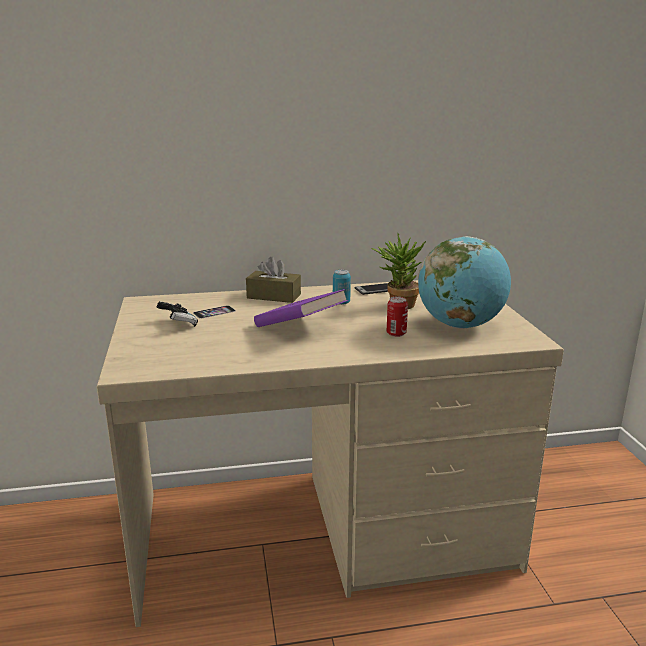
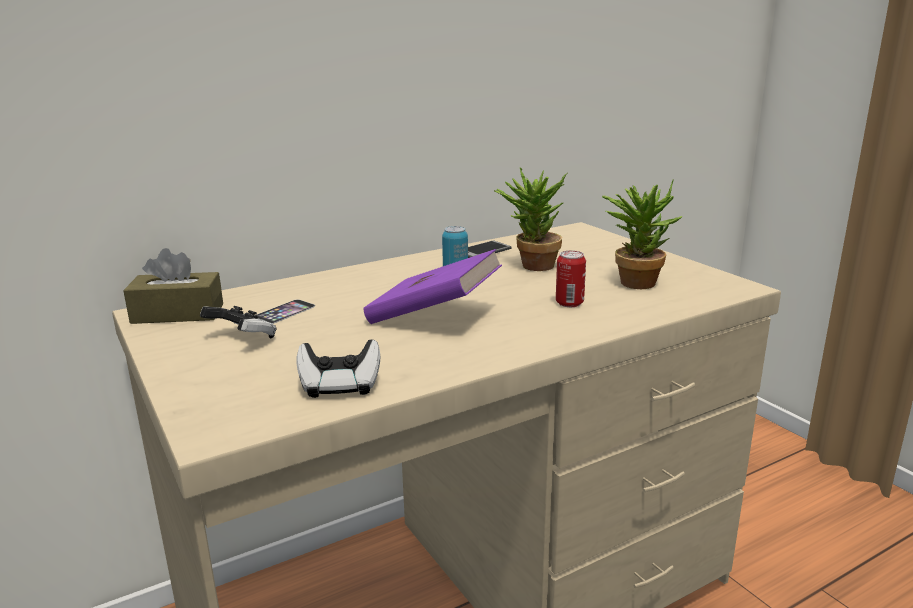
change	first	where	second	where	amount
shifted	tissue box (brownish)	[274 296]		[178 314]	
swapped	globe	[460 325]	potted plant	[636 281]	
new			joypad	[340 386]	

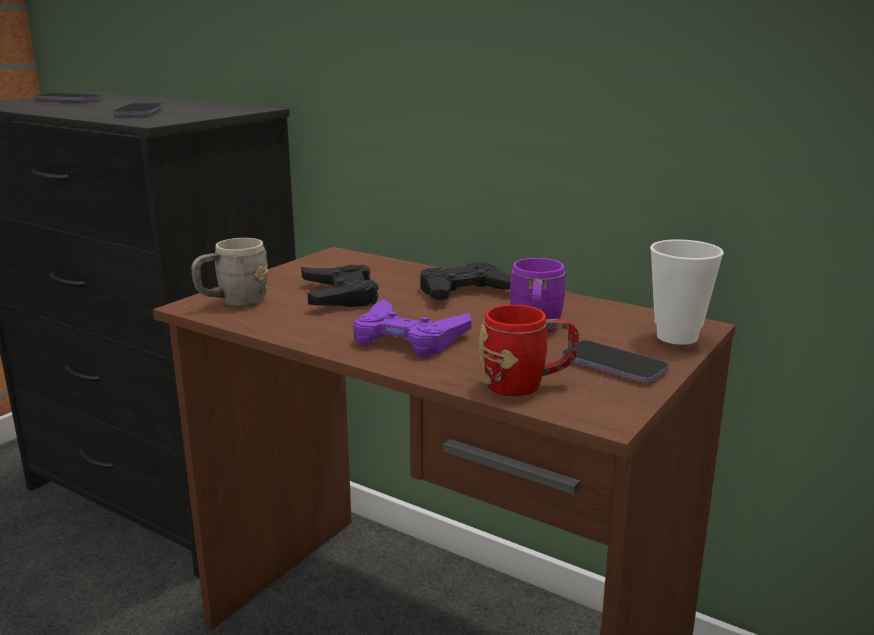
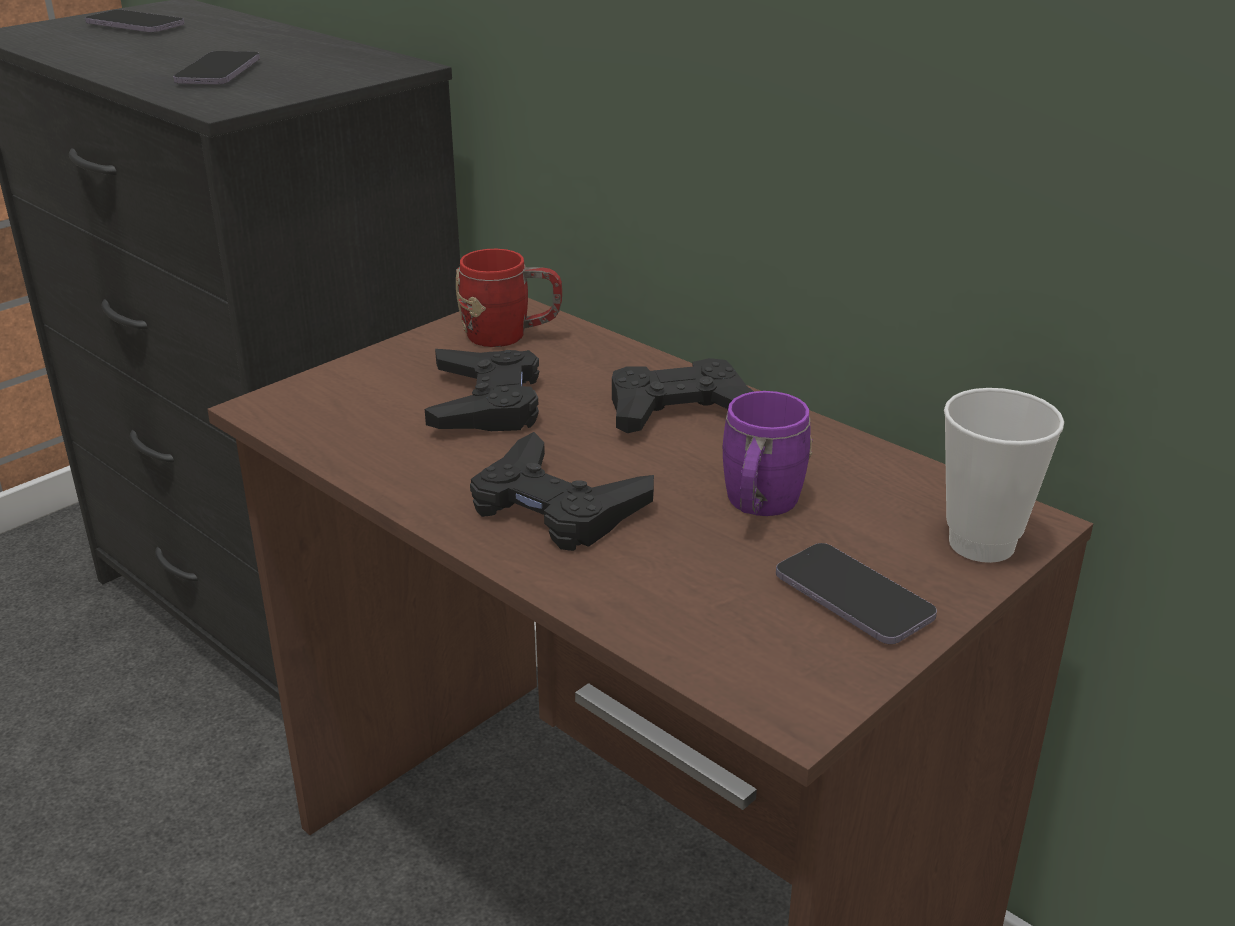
change	first	where	second	where	amount
gone	tea mug (gray)	[233 302]			
repainted	joypad (purplish)	[408 338]	joypad (black)	[556 507]	
shifted	tea mug (red-coloured)	[526 385]		[510 336]	

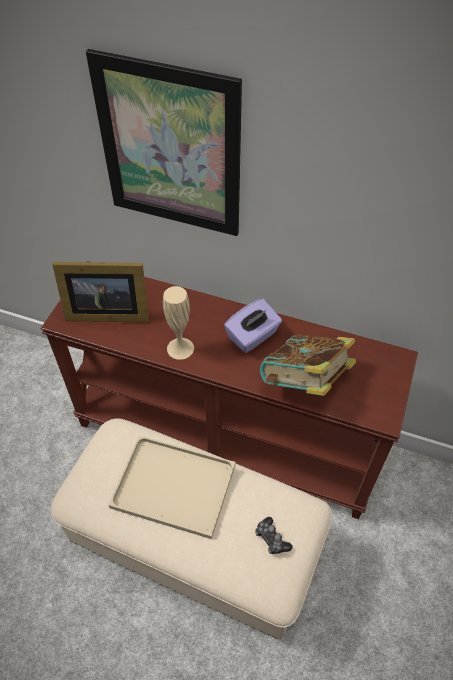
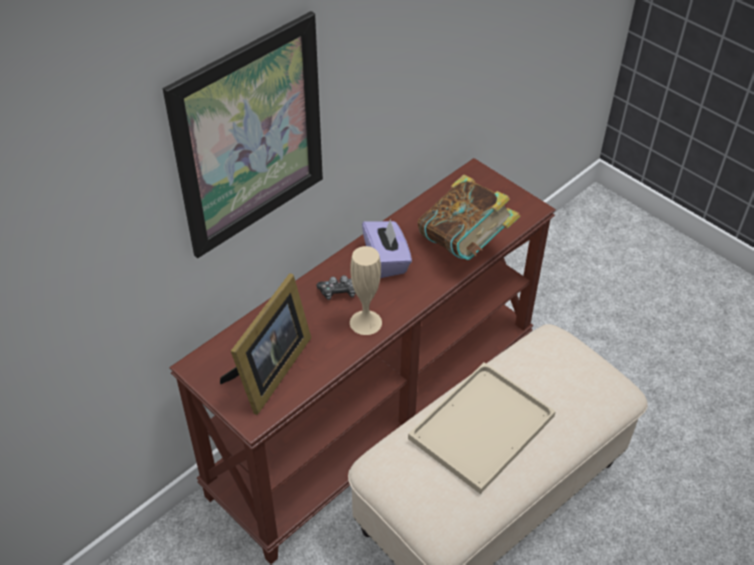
change	first	where	second	where	amount
shifted	joypad	[271 539]		[339 292]	

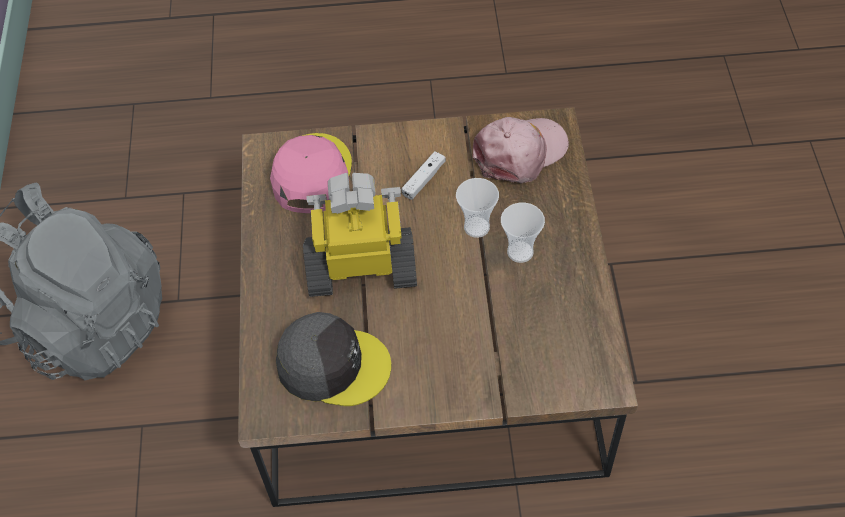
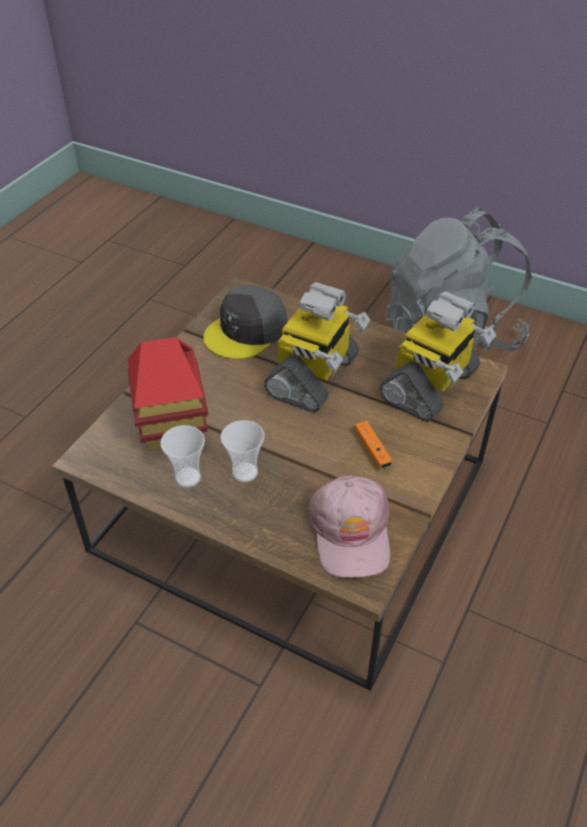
change	first	where	second	where	amount
swapped	peaked cap (pink-coloured)	[311 175]	robot figure	[431 386]	
repainted	joypad (white)	[424 179]	joypad (orangey)	[372 450]	
shifted	cup	[476 227]		[187 477]	
new			toy house	[172 426]	

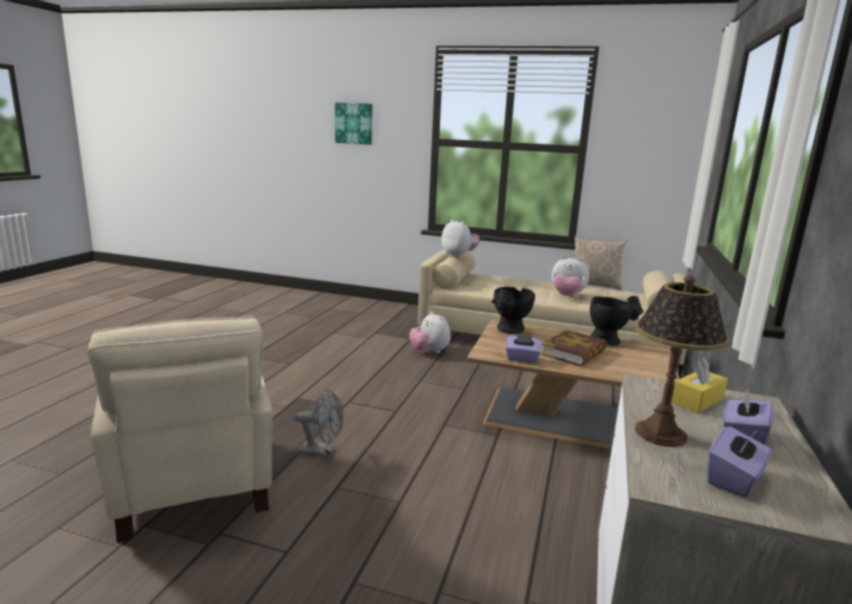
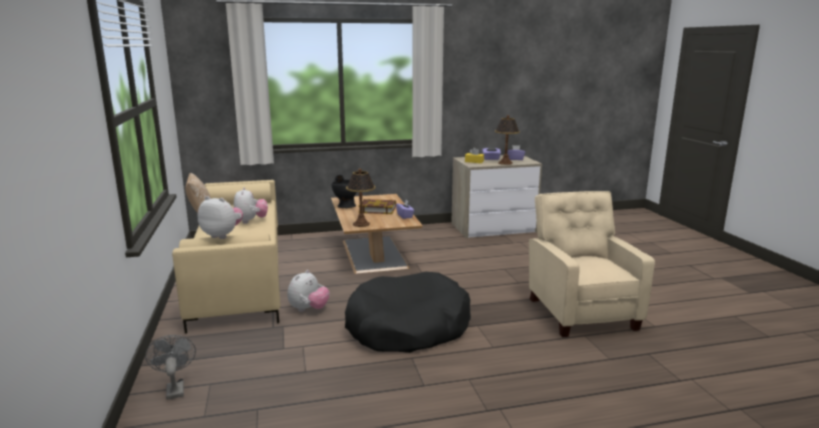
change	first	where	second	where	amount
rotated	easy chair (sand-coloured)	[192 486]		[580 312]	45 degrees counterclockwise
shifted	electric fan (gray)	[322 452]		[174 388]	
gone	wall picture	[354 123]			
rotated	cuddly toy	[459 256]		[222 235]	90 degrees clockwise
swapped	decorative vase (black)	[509 331]	tabletop lamp	[361 224]	
new			dog bed (black)	[407 327]	

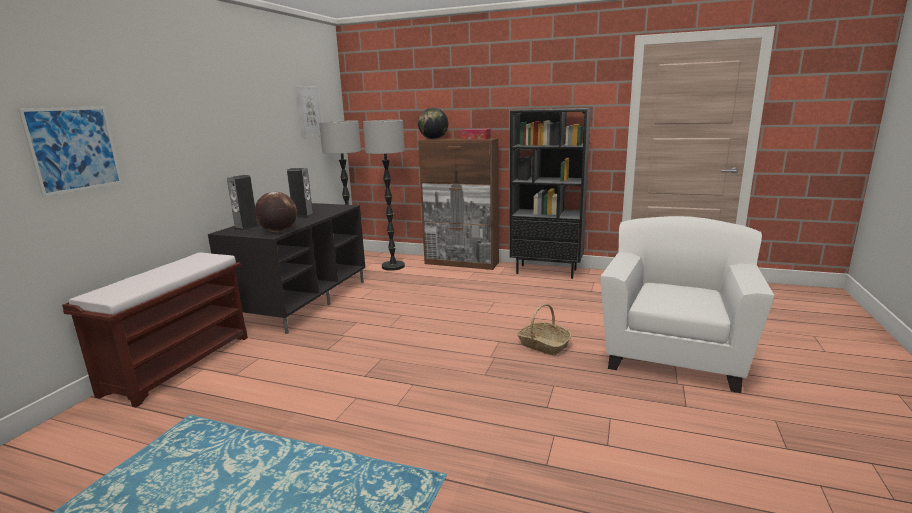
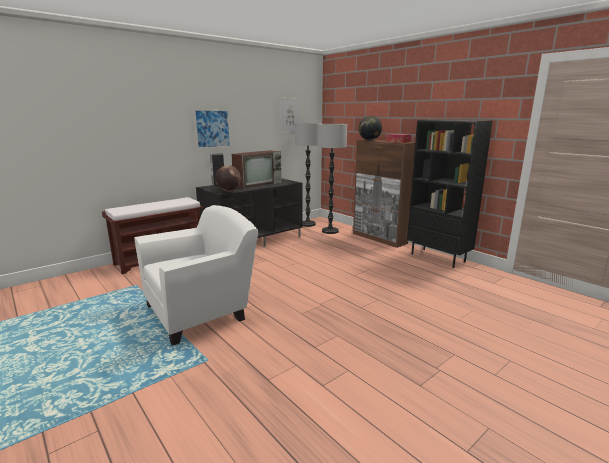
change	first	where	second	where	amount
shifted	wall picture	[74 149]		[212 128]	
swapped	loudspeaker	[303 216]	TV	[258 184]	
gone	basket	[543 345]			
shifted	easy chair (white)	[673 354]		[201 311]	

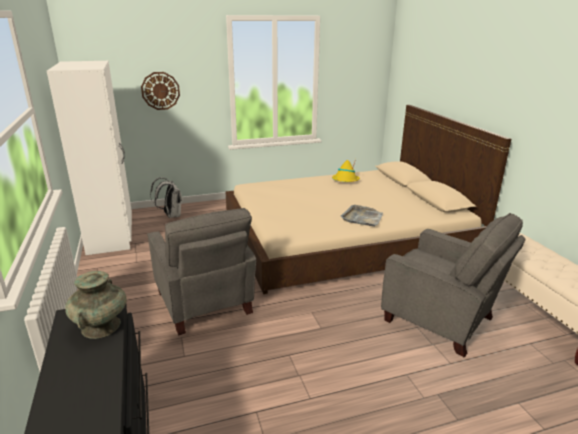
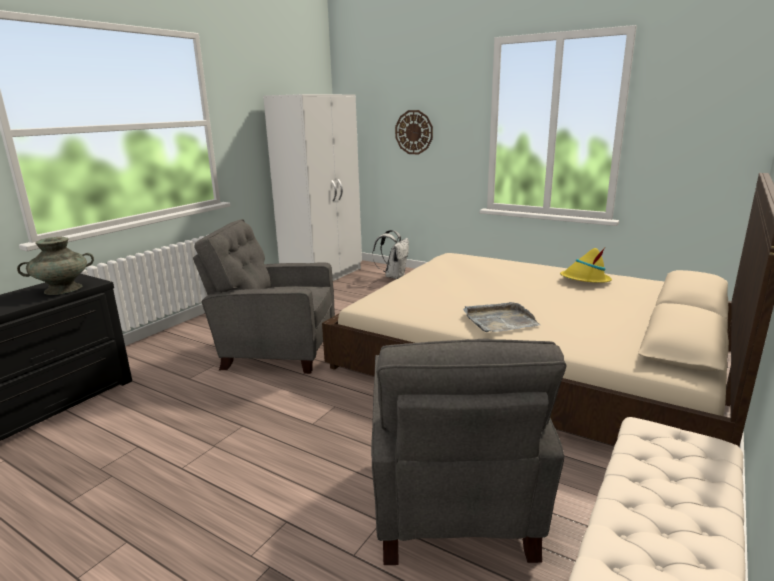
change	first	where	second	where	amount
rotated	easy chair (gray)	[204 303]		[275 351]	75 degrees clockwise

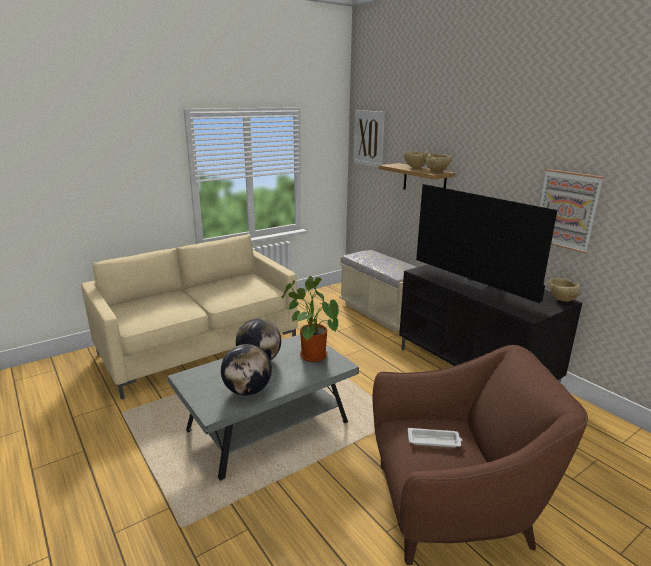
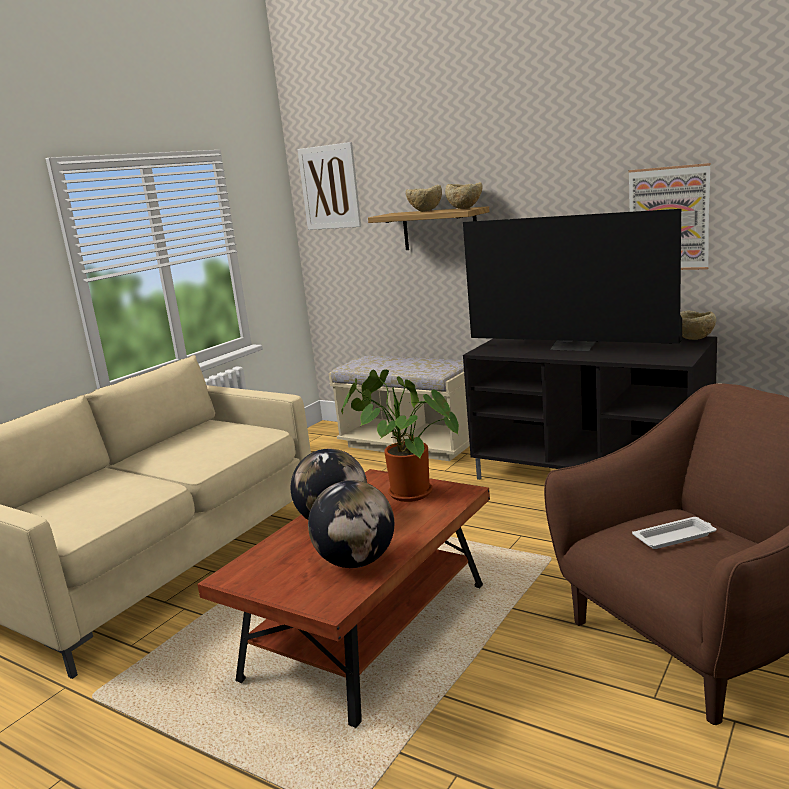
change	first	where	second	where	amount
repainted	coffee table (gray)	[268 428]	coffee table (brownish)	[369 633]	

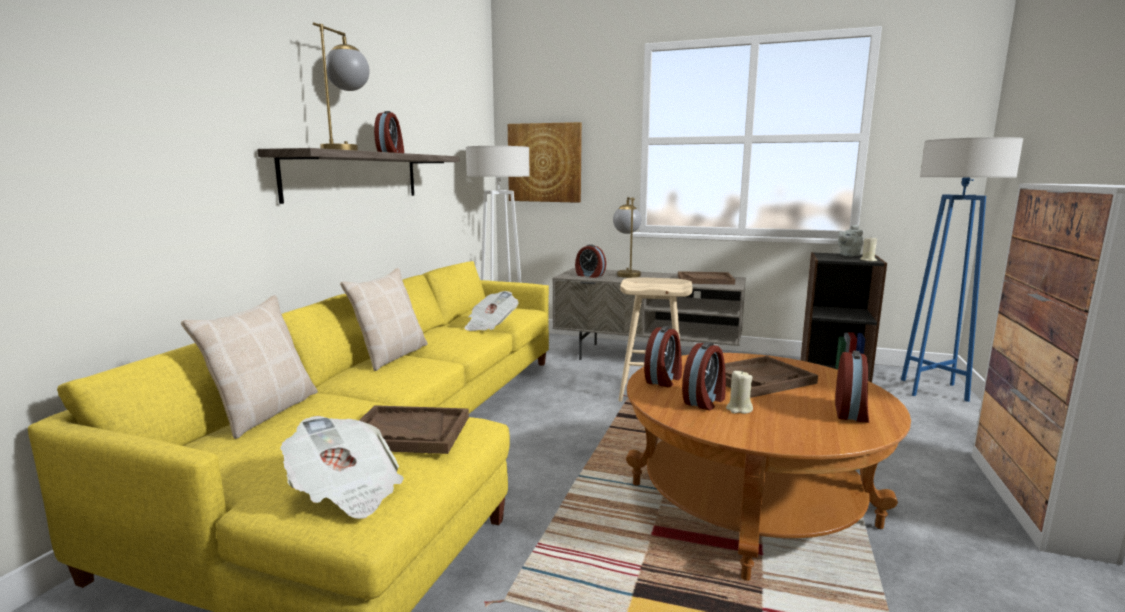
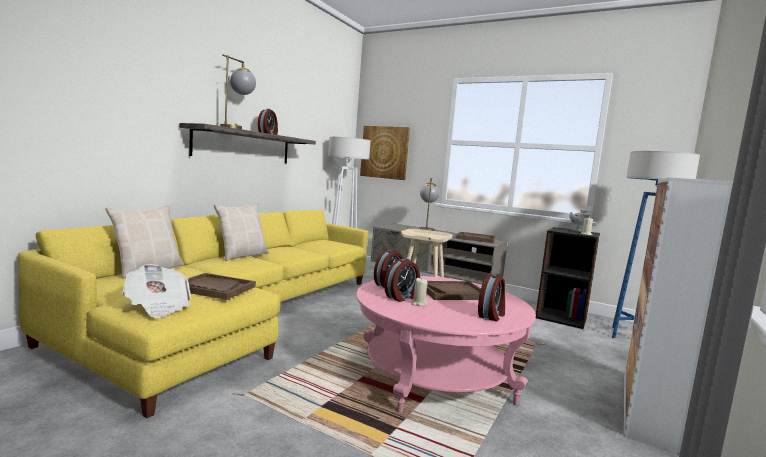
change	first	where	second	where	amount
gone	printed paper	[490 325]			
gone	table clock	[589 275]			
repainted	coffee table (brownish)	[749 504]	coffee table (pink-coloured)	[435 376]	

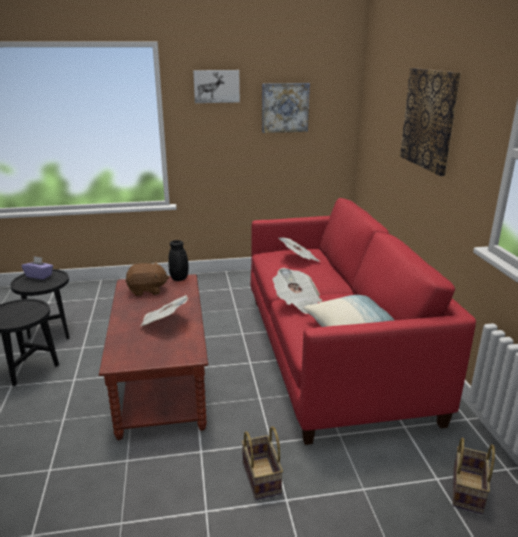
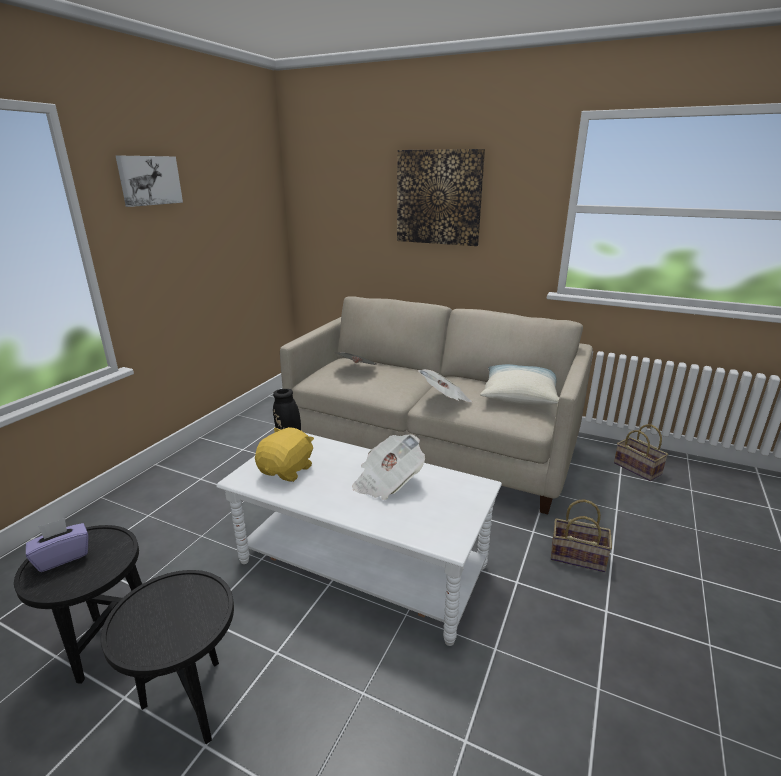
change	first	where	second	where	amount
repainted	coffee table (brownish)	[161 378]	coffee table (white)	[362 565]	
repainted	cuddly toy (brownish)	[147 290]	cuddly toy (yellow-coloured)	[287 470]	
repainted	couch (red-coloured)	[333 353]	couch (sand-coloured)	[432 446]	
gone	wall picture	[285 107]			

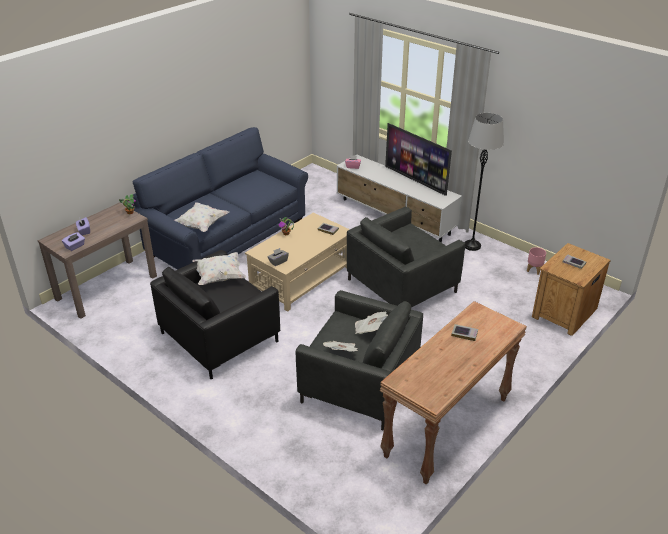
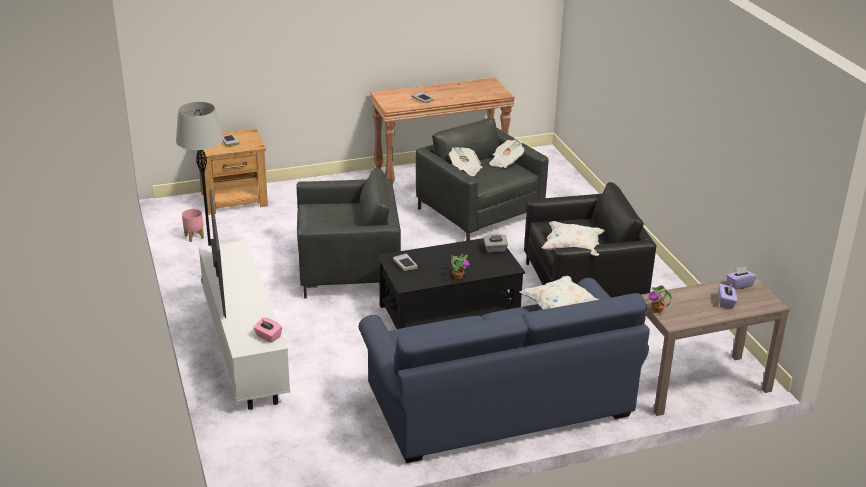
change	first	where	second	where	amount
repainted	coffee table (sand-coloured)	[302 278]	coffee table (black)	[448 313]	

